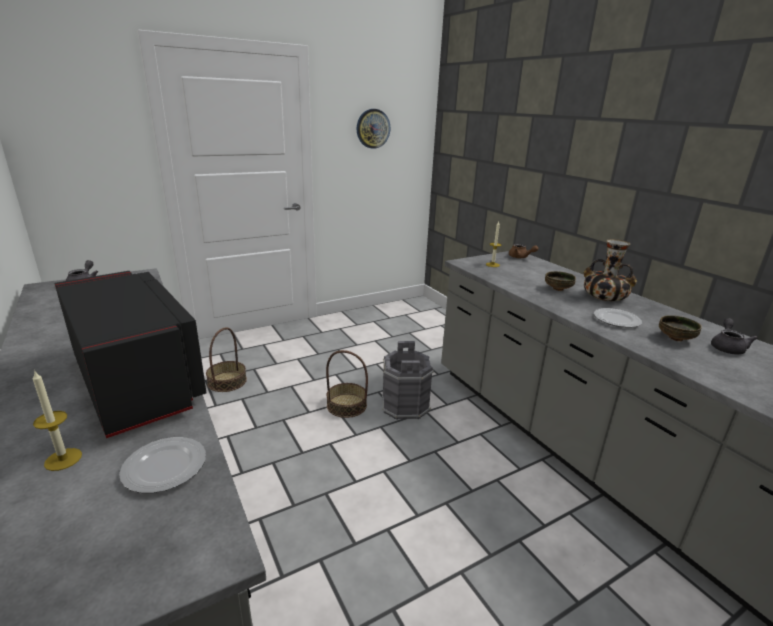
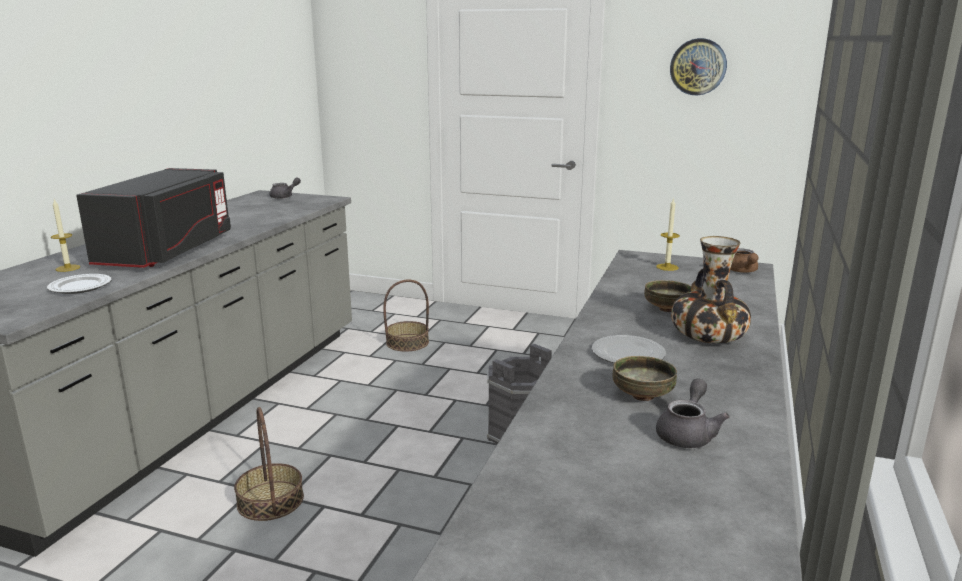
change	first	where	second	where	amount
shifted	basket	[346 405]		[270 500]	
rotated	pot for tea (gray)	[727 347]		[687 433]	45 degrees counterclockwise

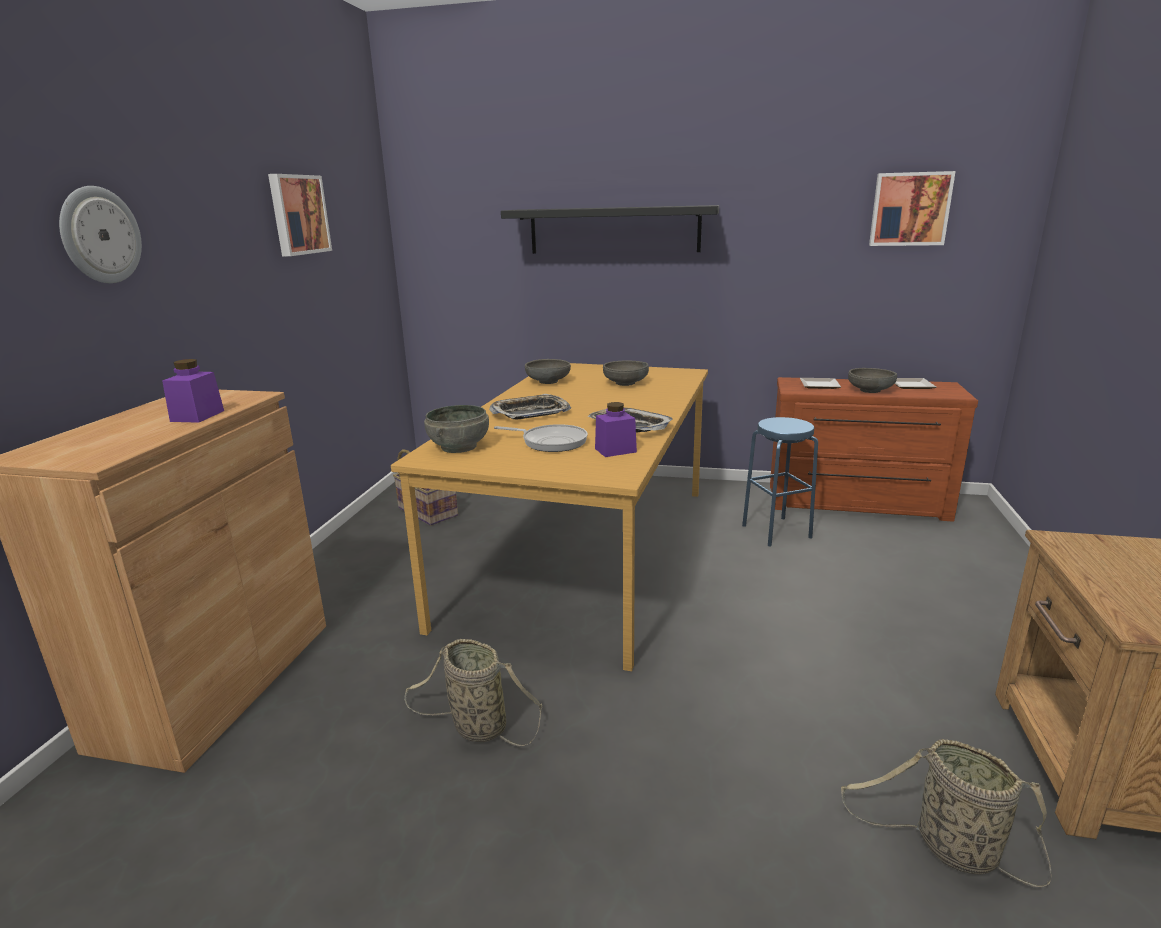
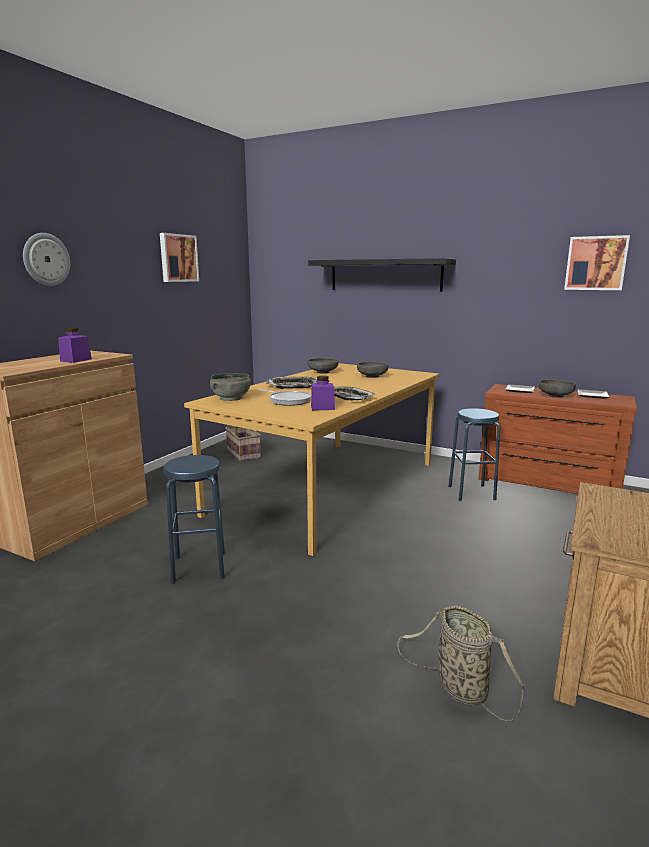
change	first	where	second	where	amount
swapped	basket	[475 726]	stool seat (blue-coloured)	[199 567]	

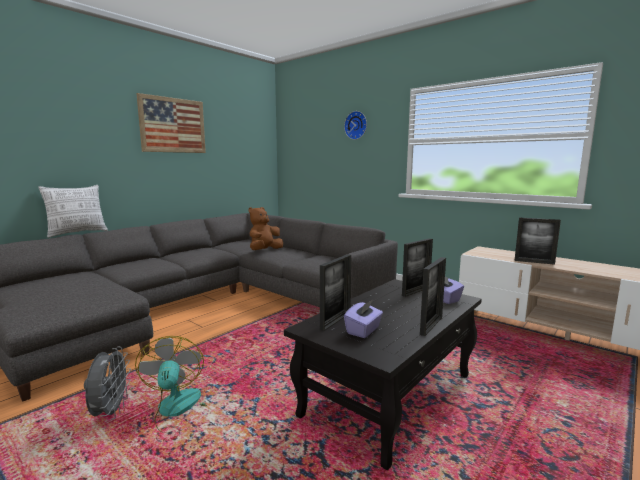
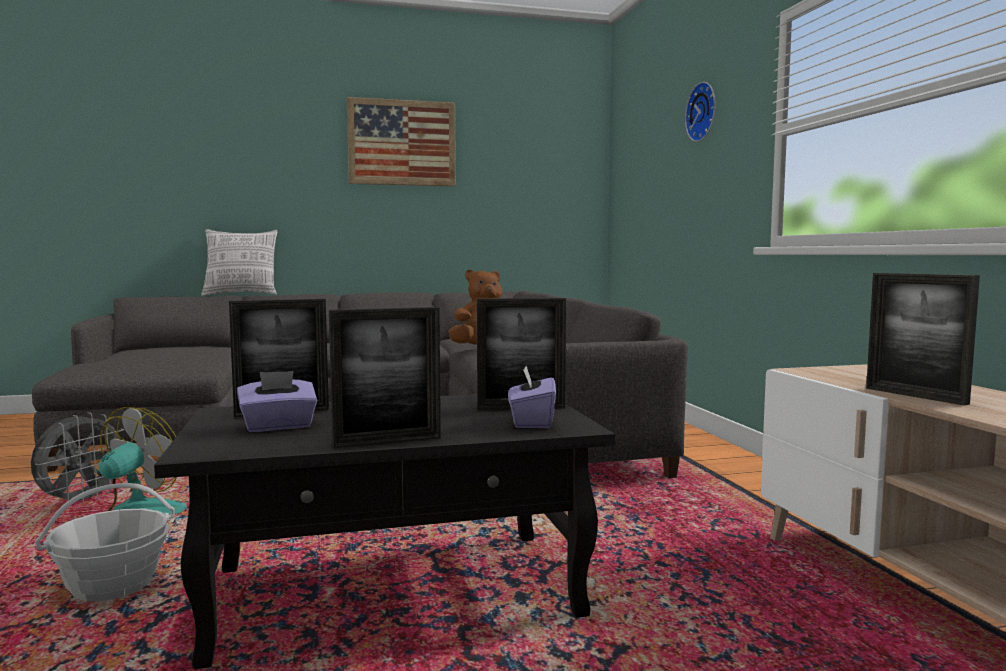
change	first	where	second	where	amount
new			basket	[113 586]	

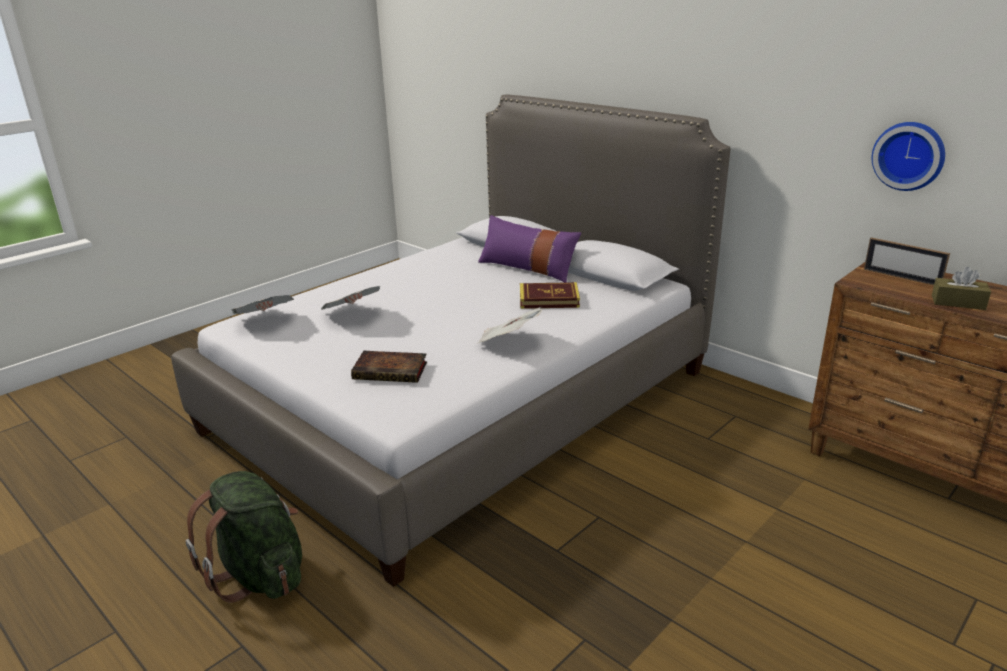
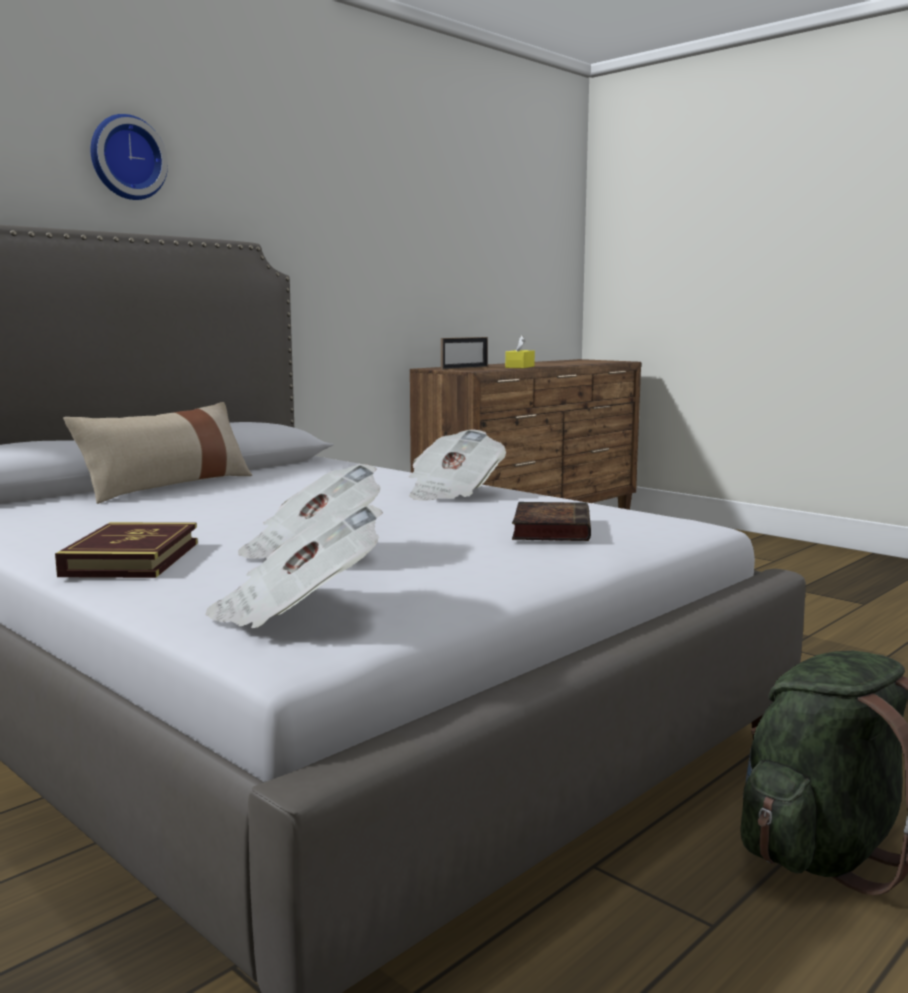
change	first	where	second	where	amount
repainted	pillow (purplish)	[527 268]	pillow (sand-coloured)	[168 486]	
shifted	volume	[549 299]		[132 559]	
shifted	hanging clock	[909 155]		[126 158]	
repainted	tissue box (brownish)	[958 302]	tissue box (yellow-coloured)	[520 367]	

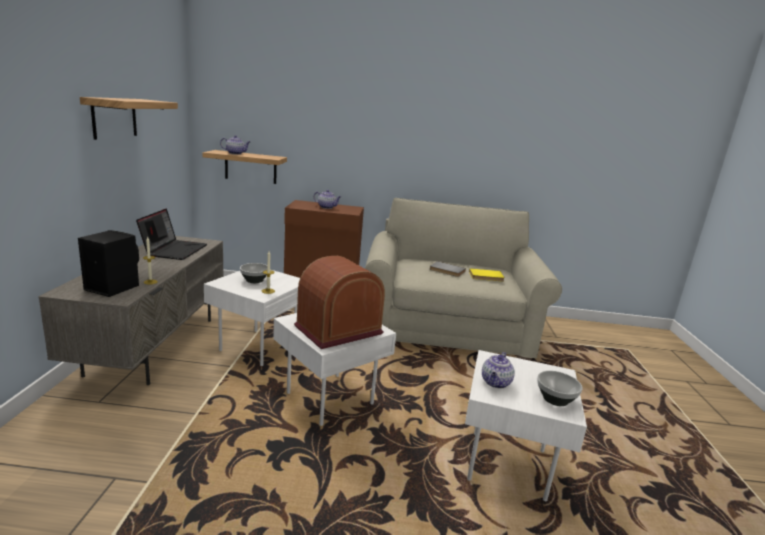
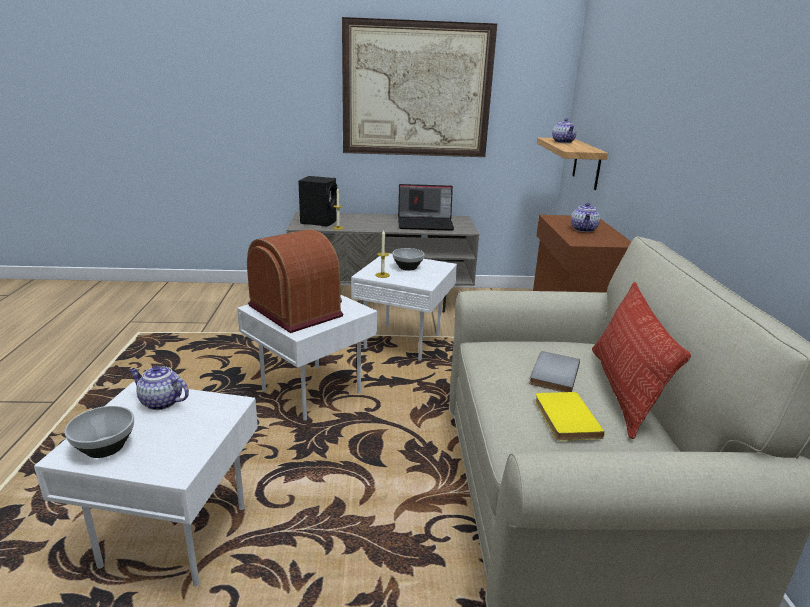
change	first	where	second	where	amount
swapped	wall shelf	[114 117]	wall picture	[417 90]	
new			pillow	[622 390]	

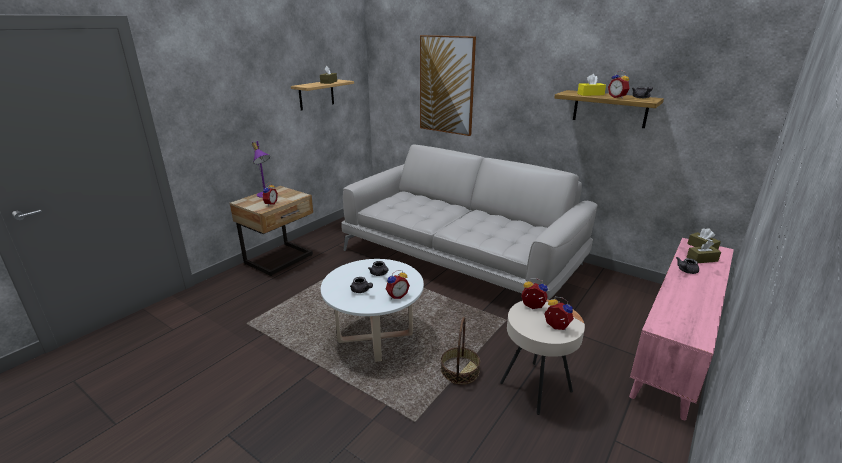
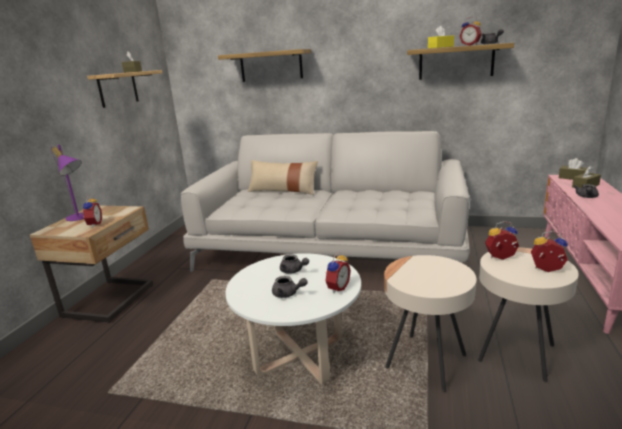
change	first	where	second	where	amount
swapped	wall picture	[446 85]	wall shelf	[271 66]	
swapped	basket	[460 370]	end table (sand-coloured)	[426 361]	
new			pillow (sand-coloured)	[283 191]	

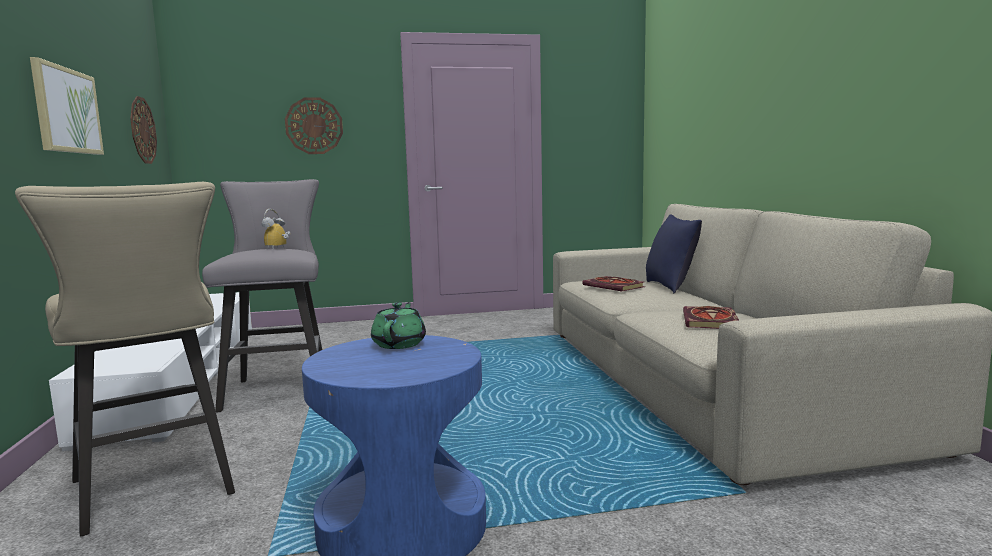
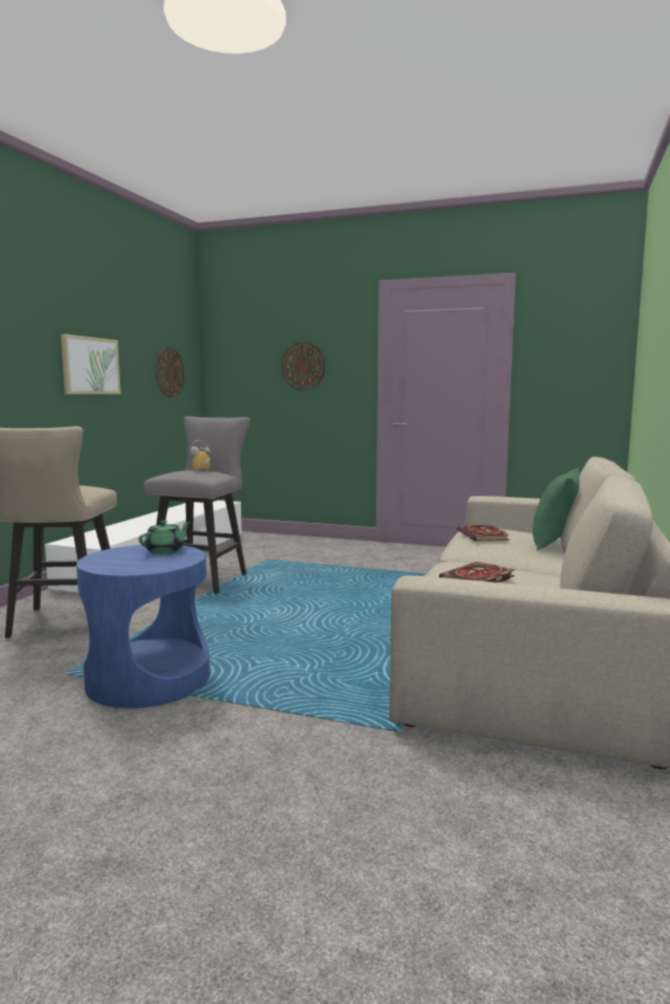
change	first	where	second	where	amount
repainted	pillow (blue-coloured)	[671 287]	pillow (green-coloured)	[555 544]	

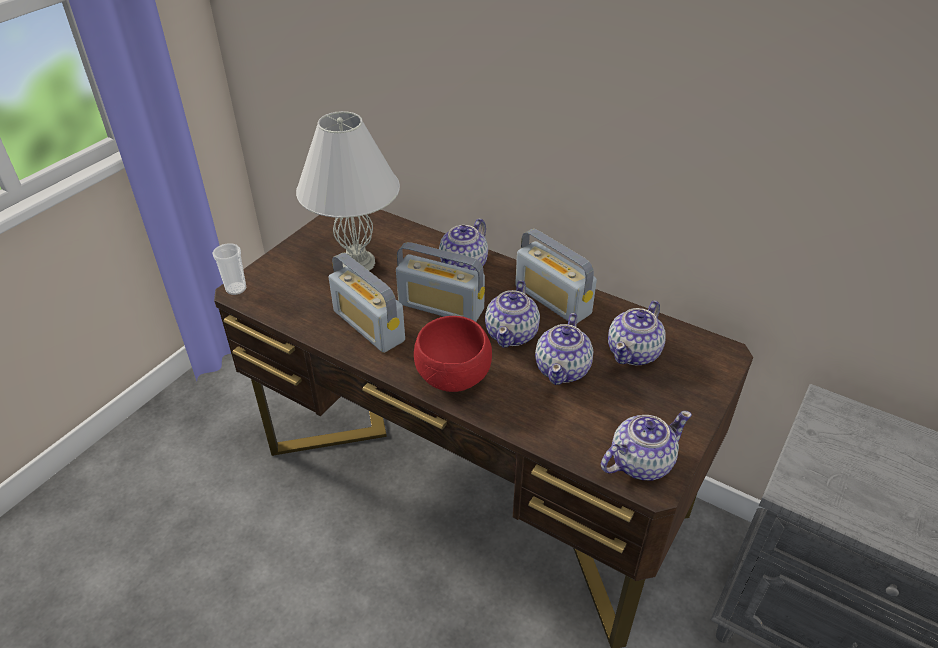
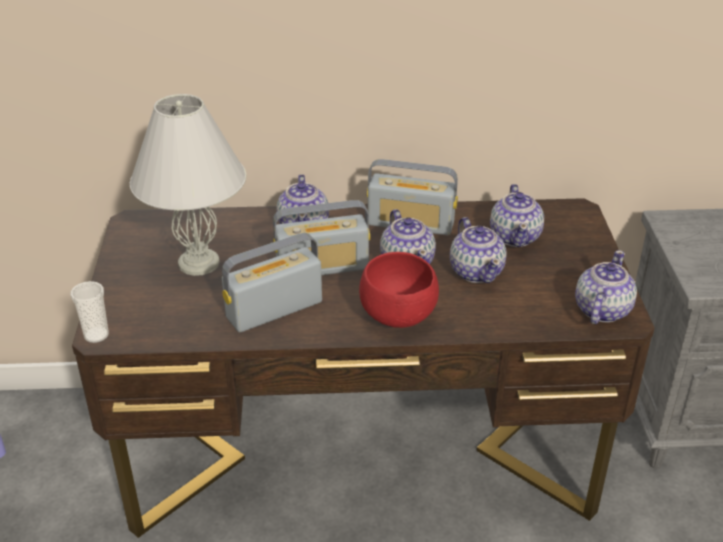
change	first	where	second	where	amount
rotated	radio	[369 326]		[274 310]	135 degrees clockwise

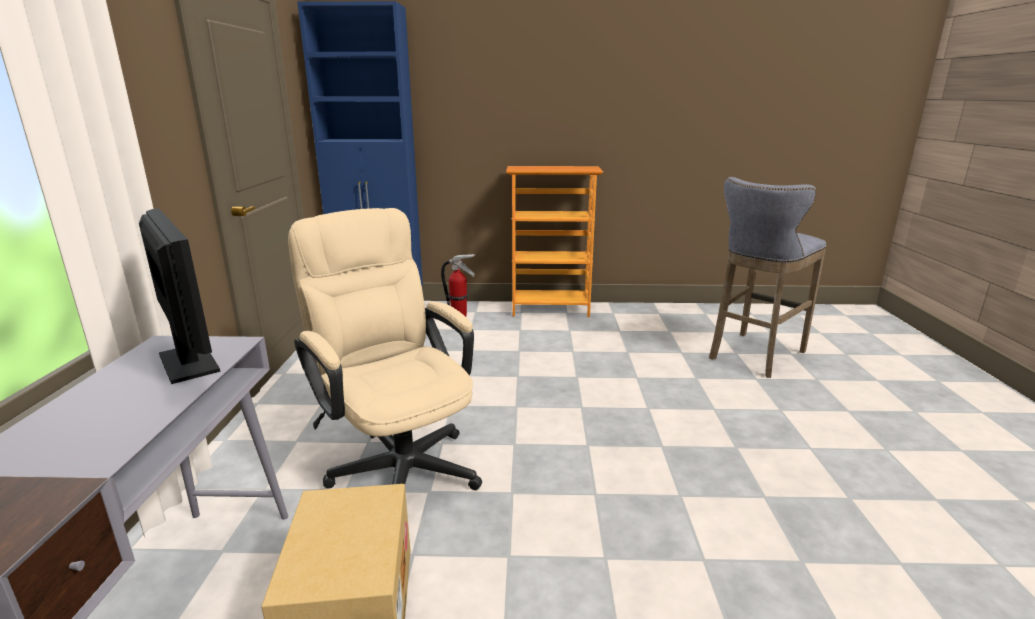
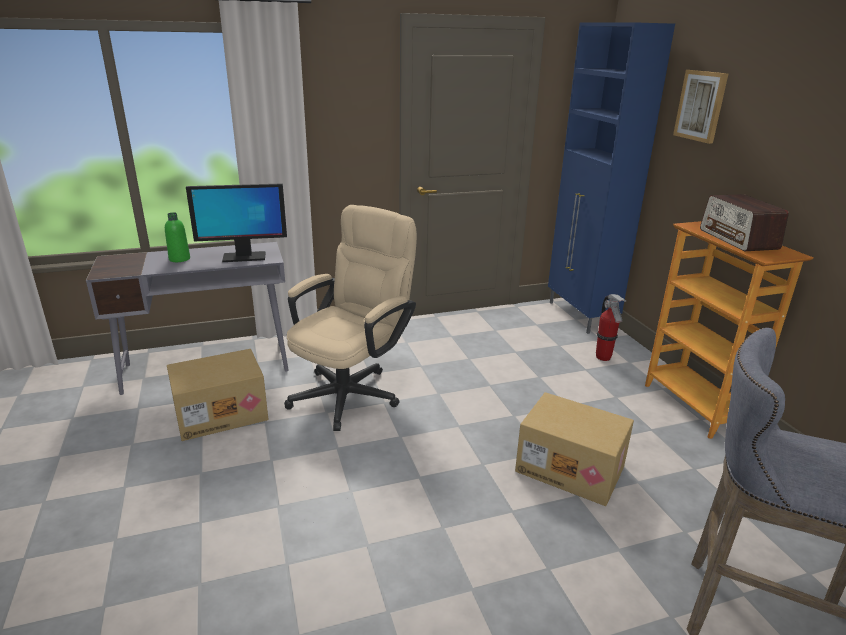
change	first	where	second	where	amount
rotated	computer screen	[189 363]		[243 257]	45 degrees clockwise
new			bottle (green-coloured)	[179 259]	
new			packing box	[571 468]	
new			wall picture	[701 106]	
new			radio	[738 239]	

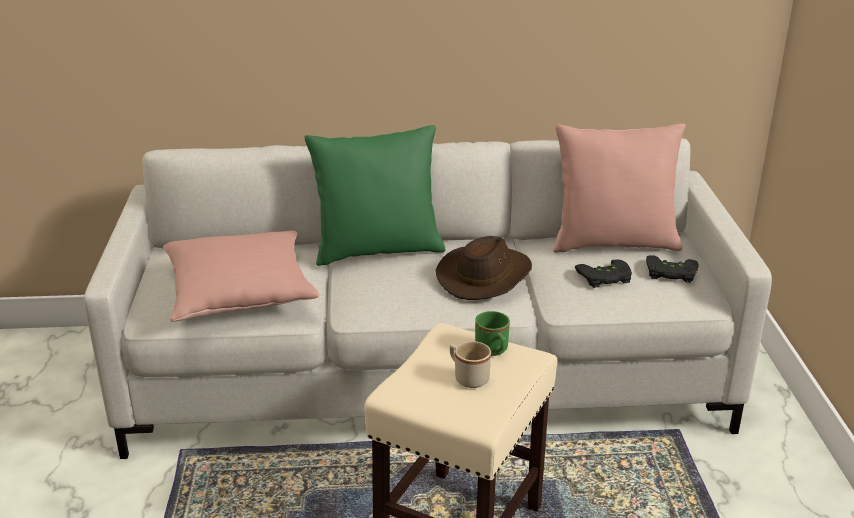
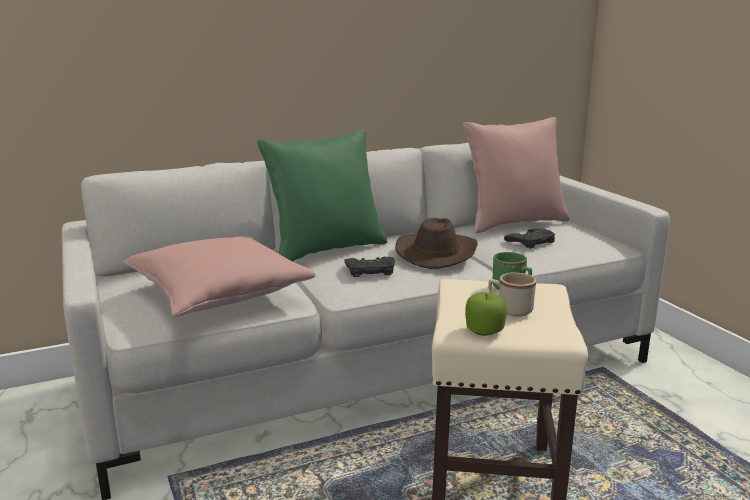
change	first	where	second	where	amount
shifted	joypad (black)	[670 273]		[370 271]	
new			apple fruit	[485 330]	

